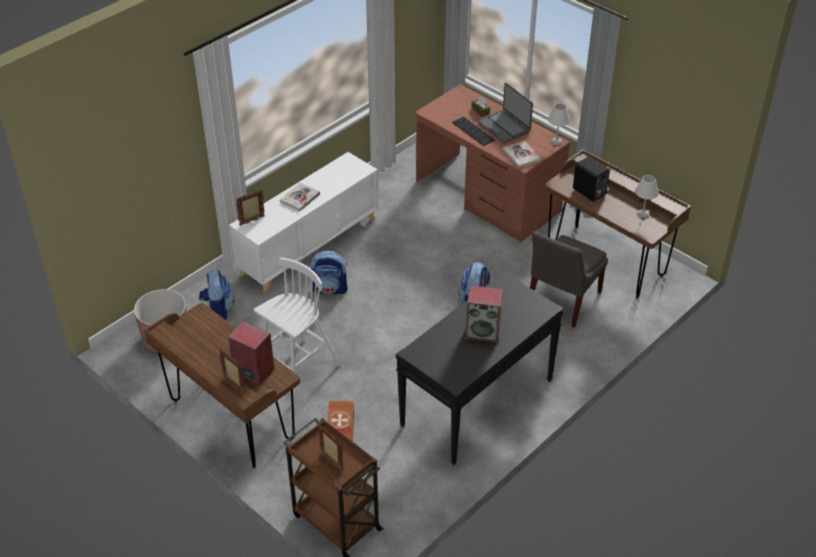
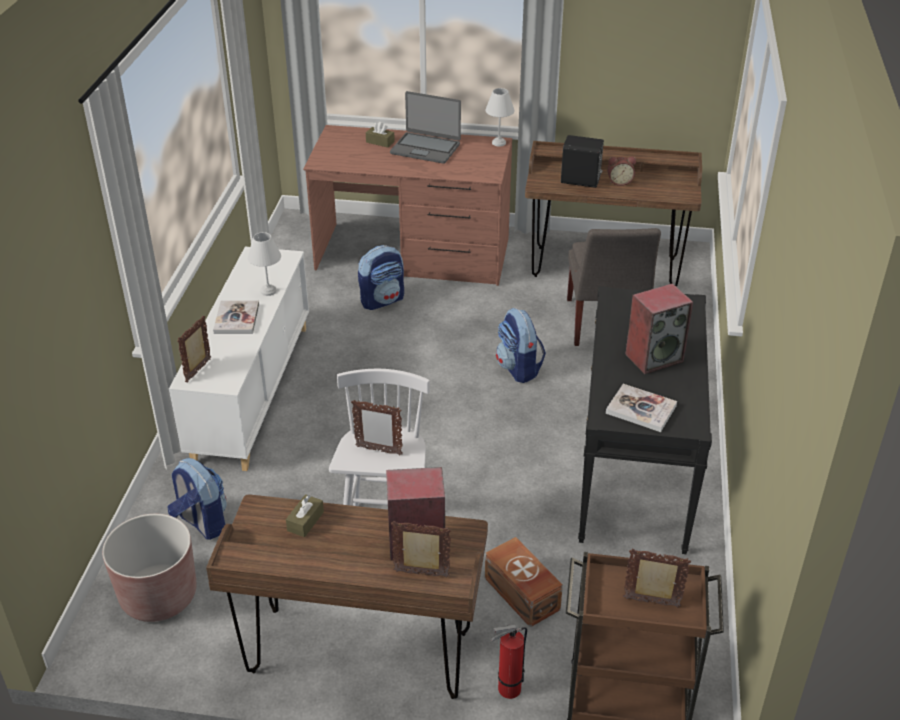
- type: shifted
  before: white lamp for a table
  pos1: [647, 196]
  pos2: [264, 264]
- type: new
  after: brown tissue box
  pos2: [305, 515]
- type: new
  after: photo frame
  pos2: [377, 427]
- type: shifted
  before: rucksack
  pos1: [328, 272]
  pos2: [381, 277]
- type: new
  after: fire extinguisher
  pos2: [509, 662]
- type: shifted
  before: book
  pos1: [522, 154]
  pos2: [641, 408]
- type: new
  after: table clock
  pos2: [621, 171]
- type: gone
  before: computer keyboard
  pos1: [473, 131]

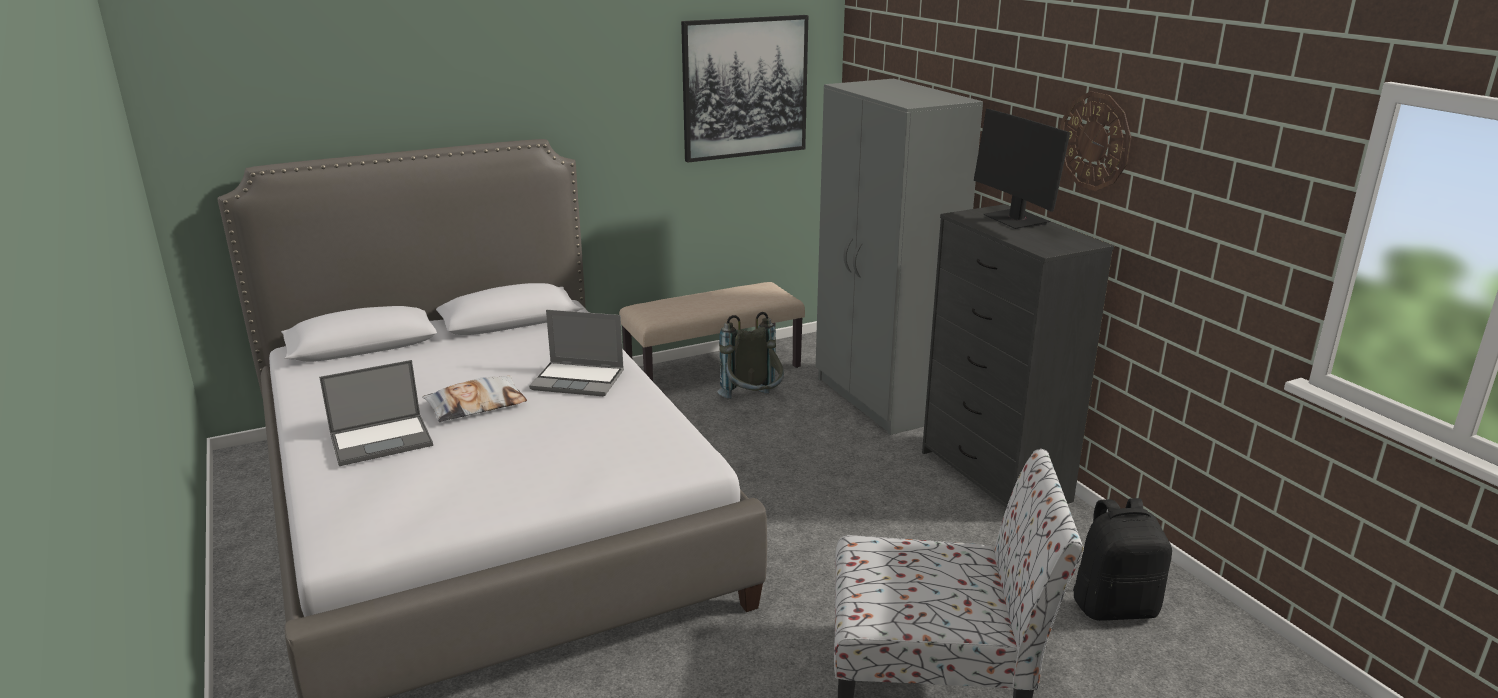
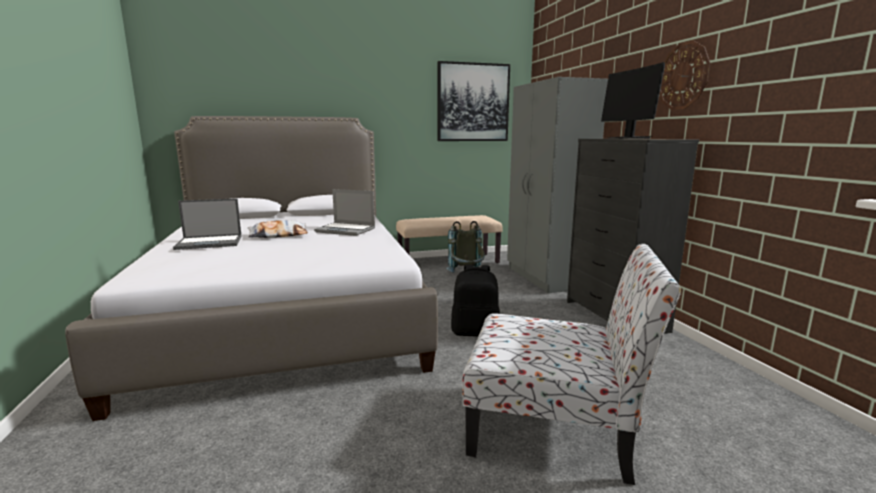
- type: shifted
  before: blackish rucksack
  pos1: [1122, 559]
  pos2: [475, 301]

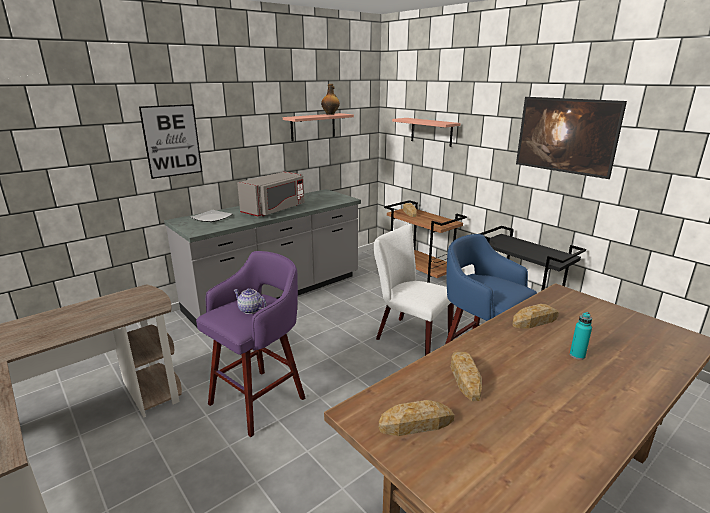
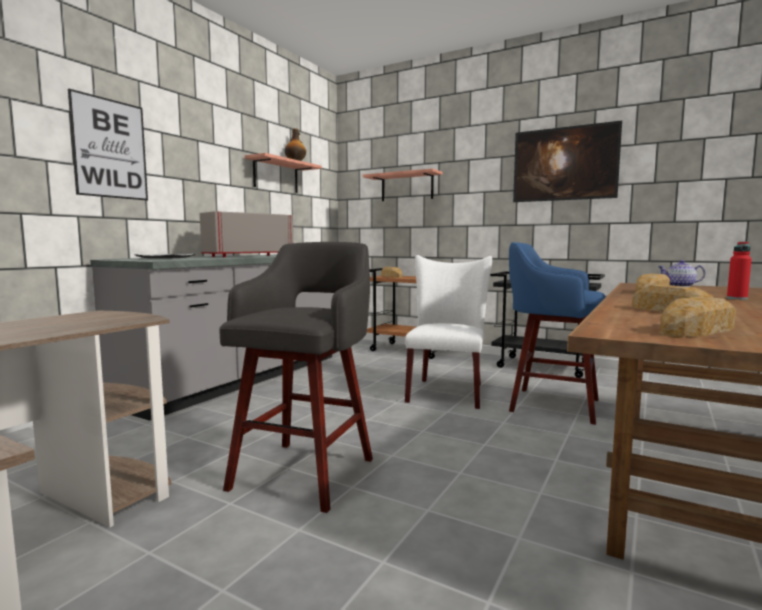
- type: rotated
  before: grey kitchen microwave
  pos1: [271, 193]
  pos2: [246, 234]
  turn: -150
- type: repainted
  before: purple-coloured stool
  after: grey stool
  pos1: [250, 344]
  pos2: [296, 377]
- type: rotated
  before: white chair
  pos1: [414, 289]
  pos2: [448, 332]
  turn: 90
- type: shifted
  before: pot for tea
  pos1: [249, 301]
  pos2: [681, 273]
- type: repainted
  before: turquoise-coloured drink bottle
  after: red-coloured drink bottle
  pos1: [581, 336]
  pos2: [739, 271]

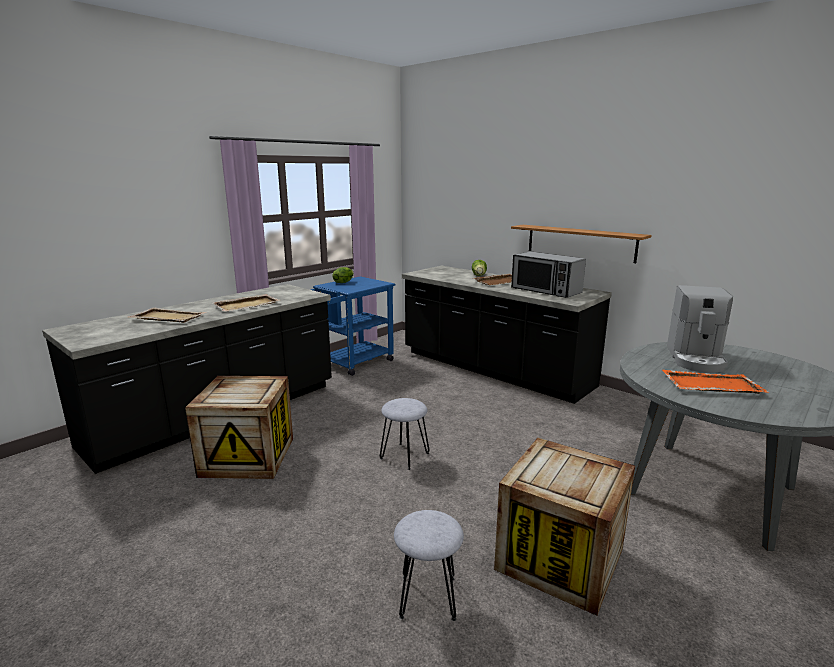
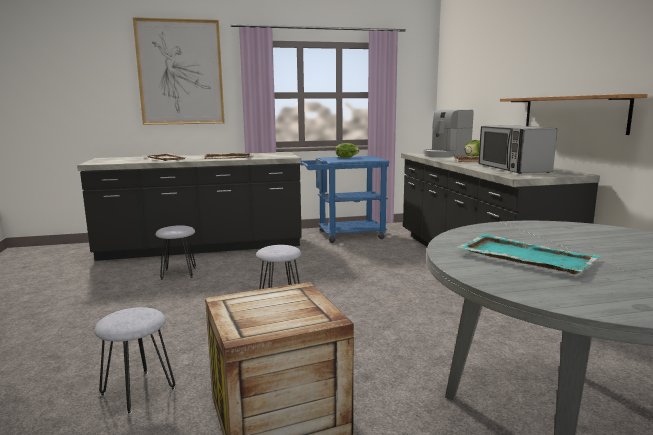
- type: new
  after: wall picture
  pos2: [179, 71]
- type: swapped
  before: crate
  after: grey stool
  pos1: [239, 427]
  pos2: [175, 252]
- type: shifted
  before: coffee brewer
  pos1: [700, 329]
  pos2: [449, 133]
- type: repainted
  before: orange-coloured tray
  after: turquoise-coloured tray
  pos1: [715, 382]
  pos2: [528, 254]

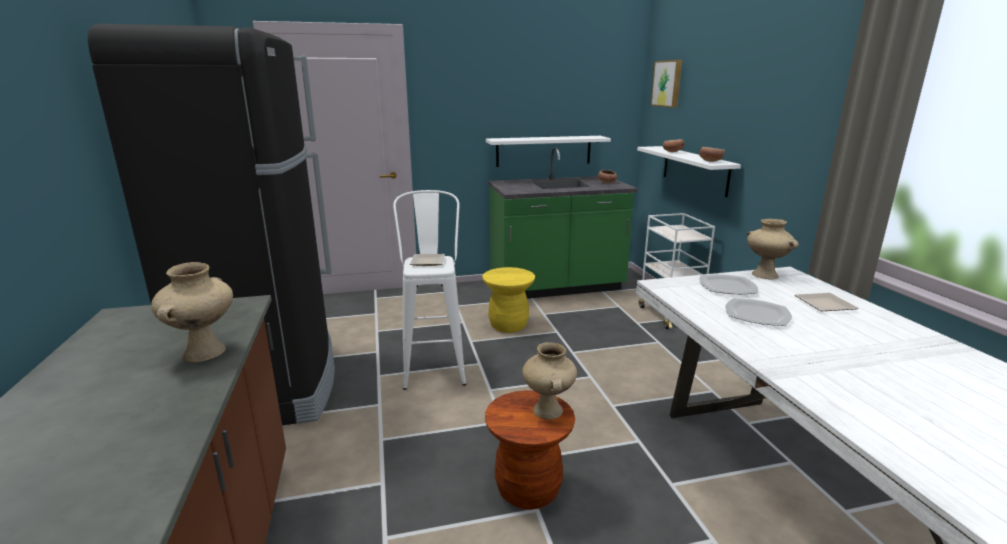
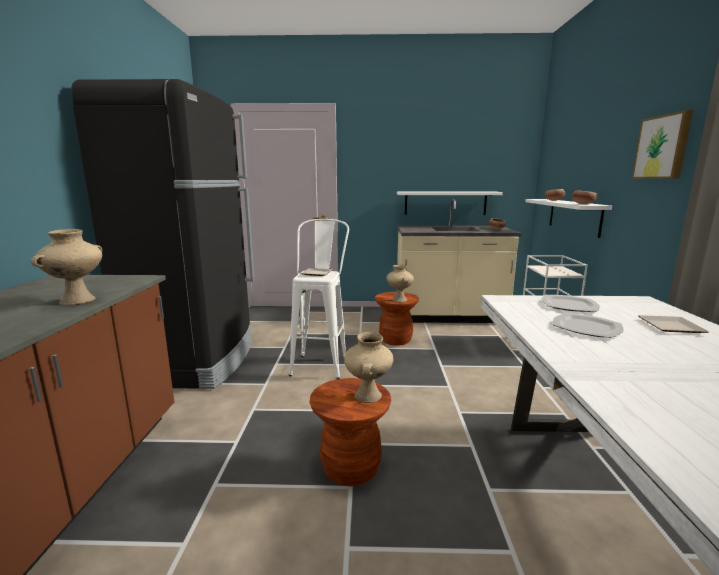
- type: repainted
  before: yellow stool
  after: brown stool
  pos1: [508, 300]
  pos2: [397, 319]
- type: shifted
  before: beige decorative vase
  pos1: [773, 249]
  pos2: [400, 283]
- type: repainted
  before: greenish counter
  after: beige counter
  pos1: [563, 223]
  pos2: [459, 261]
- type: shifted
  before: wall picture
  pos1: [666, 84]
  pos2: [662, 144]

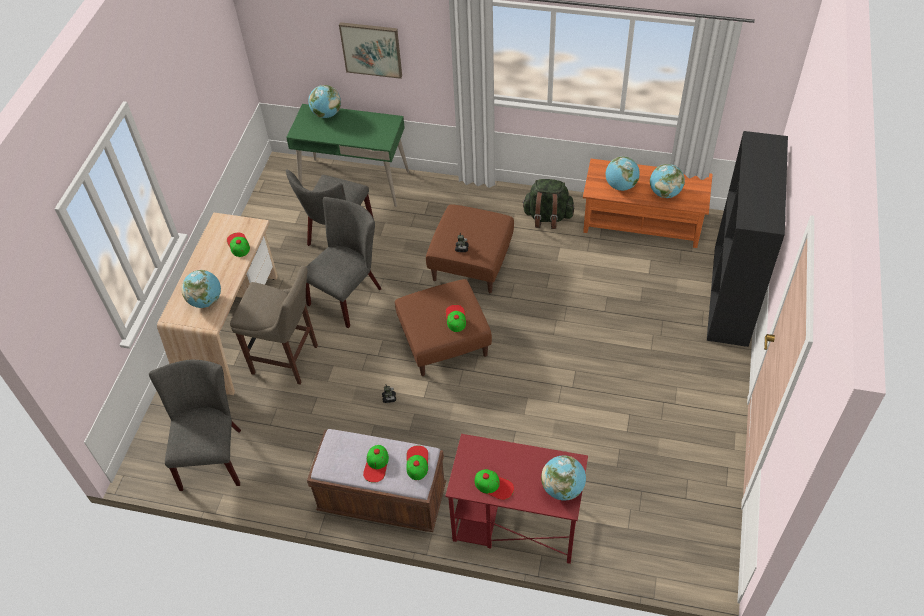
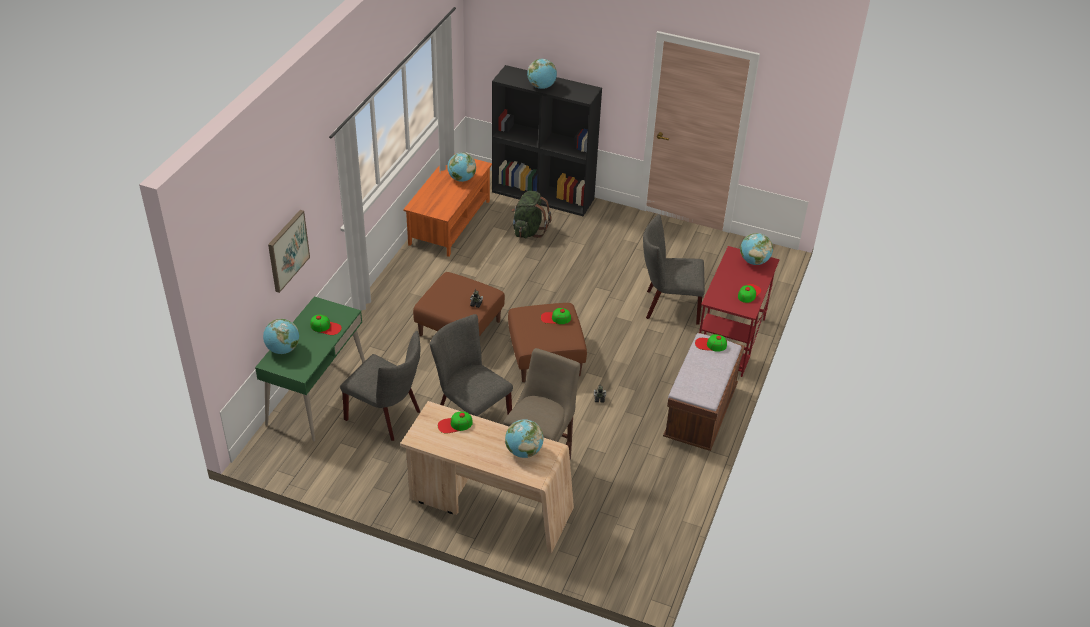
- type: shifted
  before: peaked cap
  pos1: [376, 464]
  pos2: [326, 325]
- type: shifted
  before: greenish rucksack
  pos1: [548, 204]
  pos2: [531, 214]
- type: shifted
  before: world globe
  pos1: [623, 173]
  pos2: [542, 74]
- type: shifted
  before: grey chair
  pos1: [195, 425]
  pos2: [674, 269]

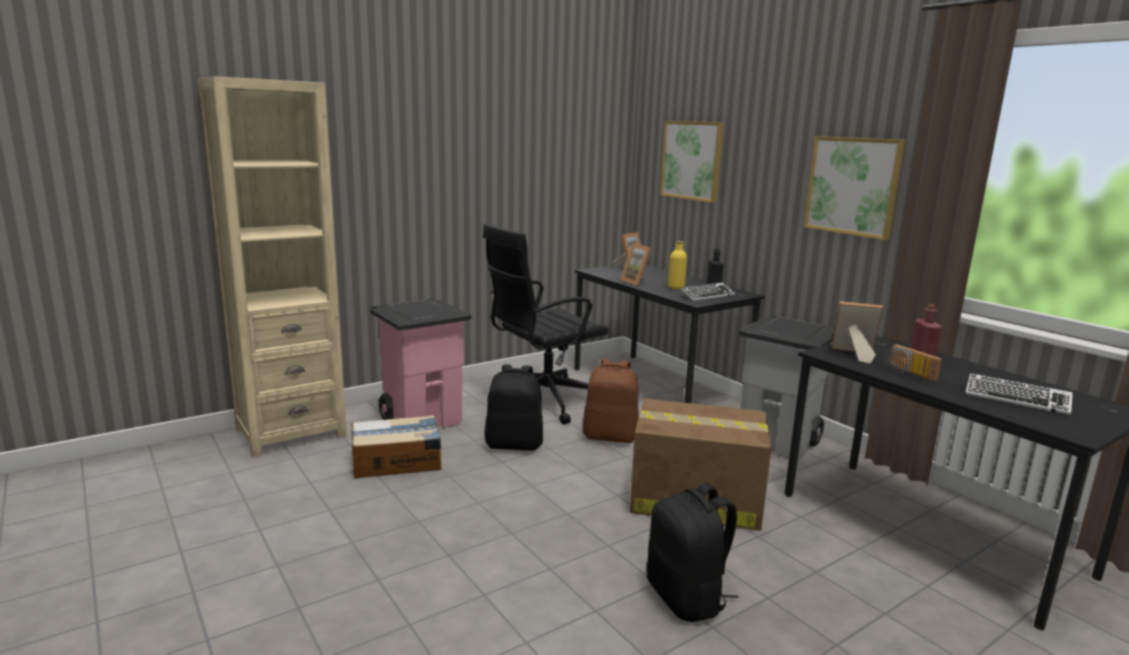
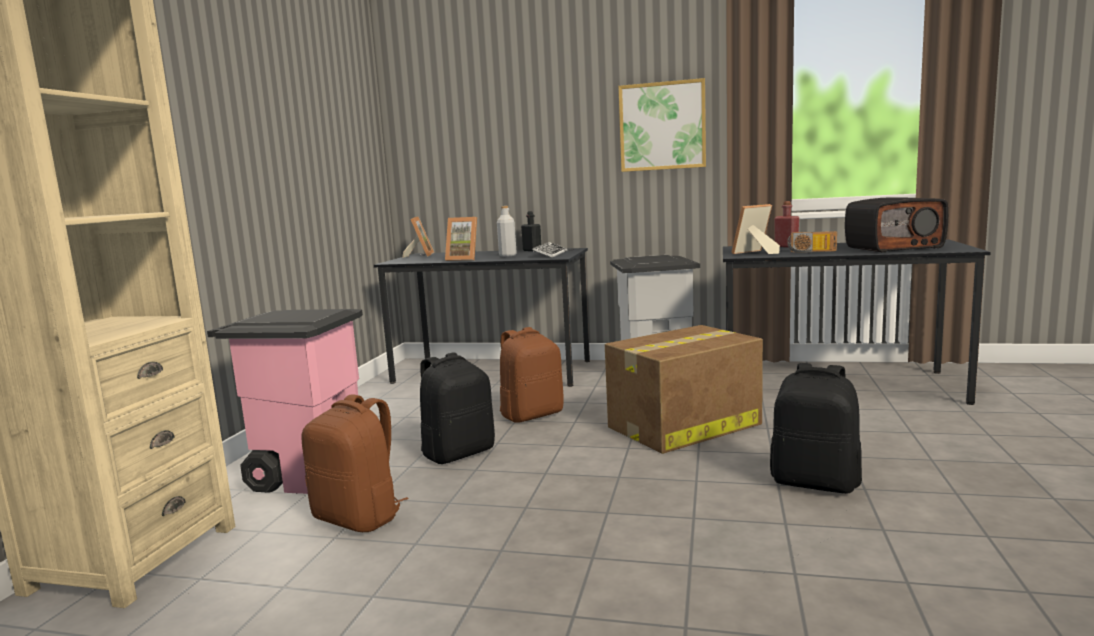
- type: swapped
  before: packing box
  after: brown rucksack
  pos1: [396, 446]
  pos2: [355, 463]
- type: repainted
  before: yellow drink bottle
  after: grey drink bottle
  pos1: [677, 265]
  pos2: [507, 231]
- type: swapped
  before: computer keyboard
  after: radio
  pos1: [1019, 394]
  pos2: [896, 224]
- type: gone
  before: blackish desk chair
  pos1: [546, 323]
- type: gone
  before: wall picture
  pos1: [692, 162]

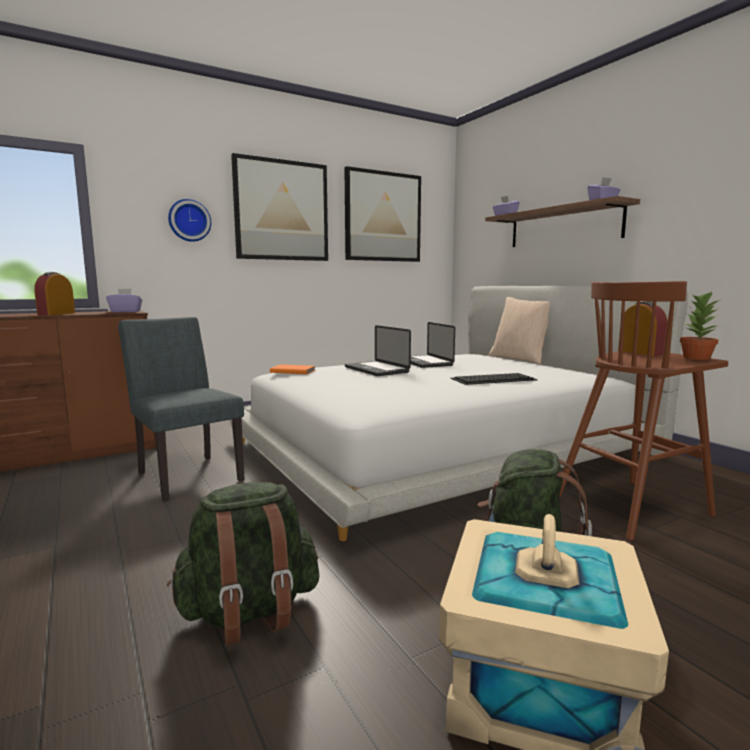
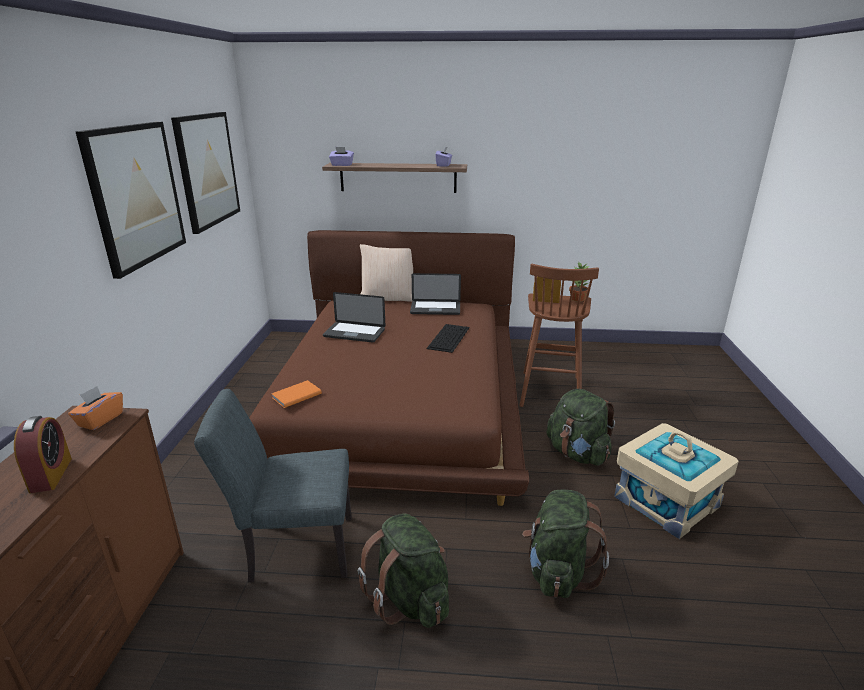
- type: rotated
  before: table clock
  pos1: [54, 293]
  pos2: [43, 454]
  turn: -150
- type: repainted
  before: purple-coloured tissue box
  after: orange-coloured tissue box
  pos1: [124, 300]
  pos2: [95, 408]
- type: repainted
  before: white sleeping bed
  after: brown sleeping bed
  pos1: [458, 413]
  pos2: [389, 368]
- type: new
  after: greenish rucksack
  pos2: [403, 571]
- type: shifted
  before: notebook computer
  pos1: [378, 350]
  pos2: [435, 294]
- type: gone
  before: clock on the wall
  pos1: [189, 220]

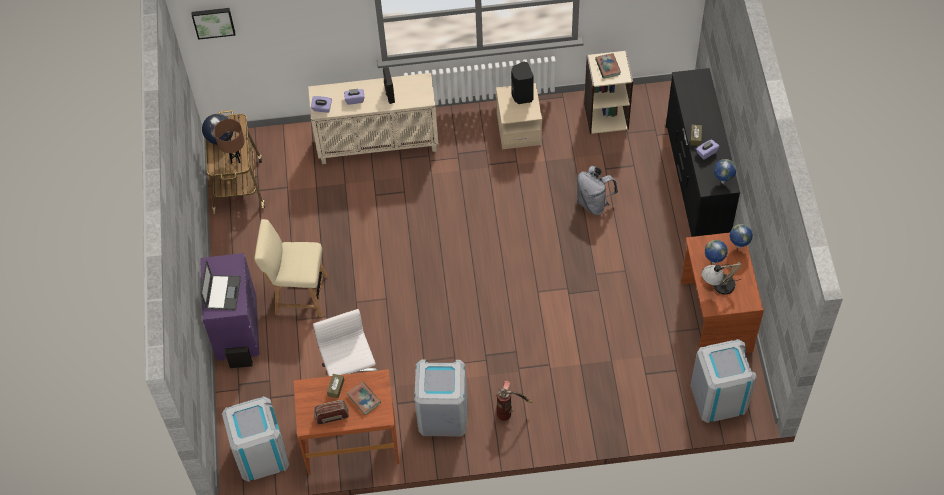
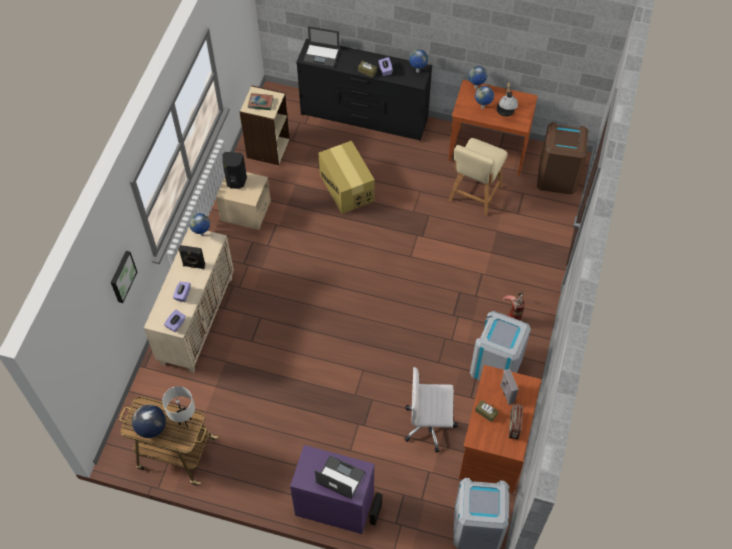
- type: shifted
  before: wall picture
  pos1: [213, 24]
  pos2: [124, 277]
- type: repainted
  before: brown lamp for a table
  after: white lamp for a table
  pos1: [229, 141]
  pos2: [178, 407]
- type: new
  after: world globe
  pos2: [199, 224]
- type: new
  after: notebook computer
  pos2: [321, 46]
- type: swapped
  before: grey rucksack
  after: packing box
  pos1: [597, 190]
  pos2: [346, 177]
- type: shifted
  before: beige chair
  pos1: [291, 268]
  pos2: [478, 177]
- type: swapped
  before: book
  after: grey loudspeaker
  pos1: [364, 398]
  pos2: [509, 387]
- type: repainted
  before: grey waste bin
  after: brown waste bin
  pos1: [723, 381]
  pos2: [562, 158]

